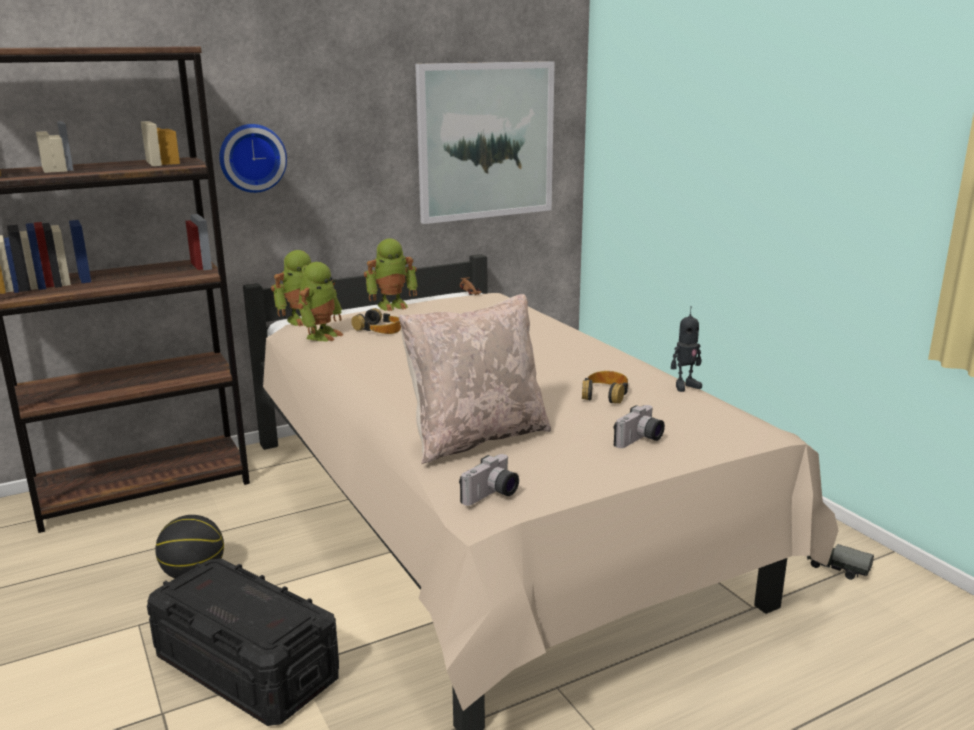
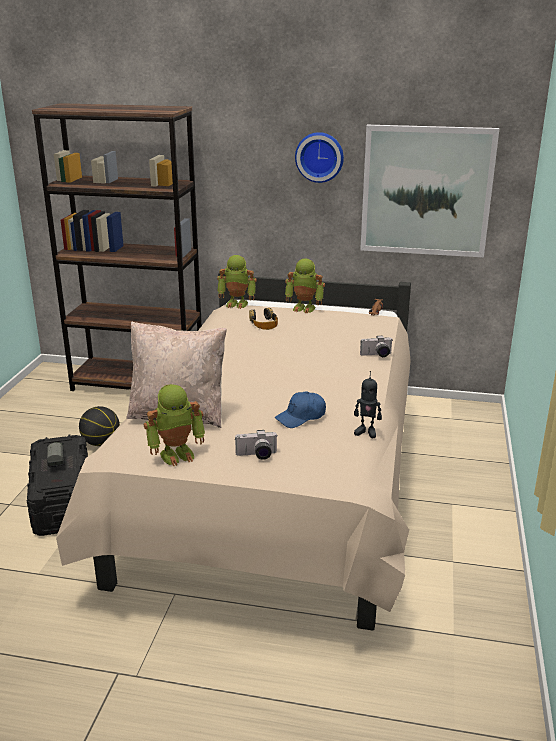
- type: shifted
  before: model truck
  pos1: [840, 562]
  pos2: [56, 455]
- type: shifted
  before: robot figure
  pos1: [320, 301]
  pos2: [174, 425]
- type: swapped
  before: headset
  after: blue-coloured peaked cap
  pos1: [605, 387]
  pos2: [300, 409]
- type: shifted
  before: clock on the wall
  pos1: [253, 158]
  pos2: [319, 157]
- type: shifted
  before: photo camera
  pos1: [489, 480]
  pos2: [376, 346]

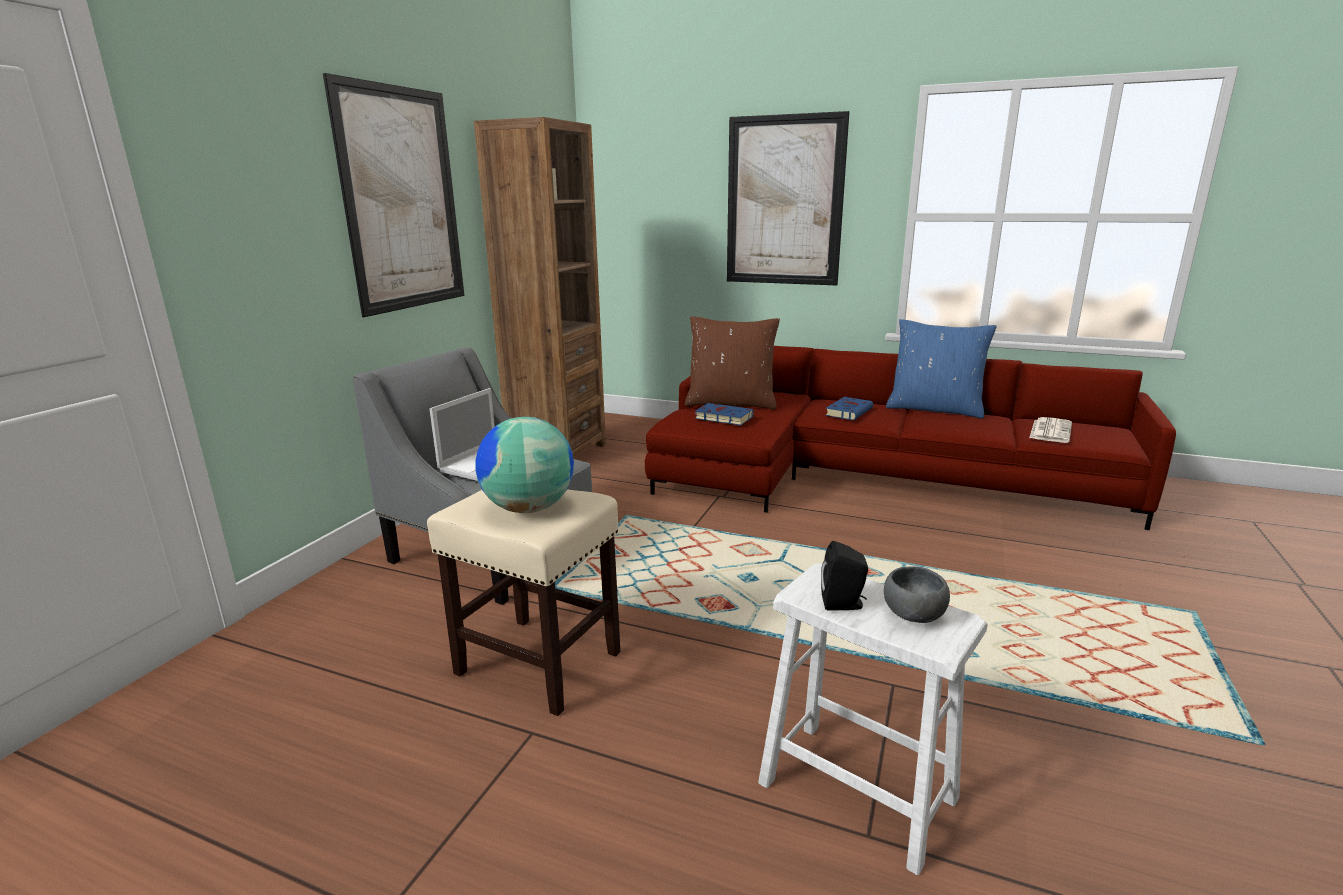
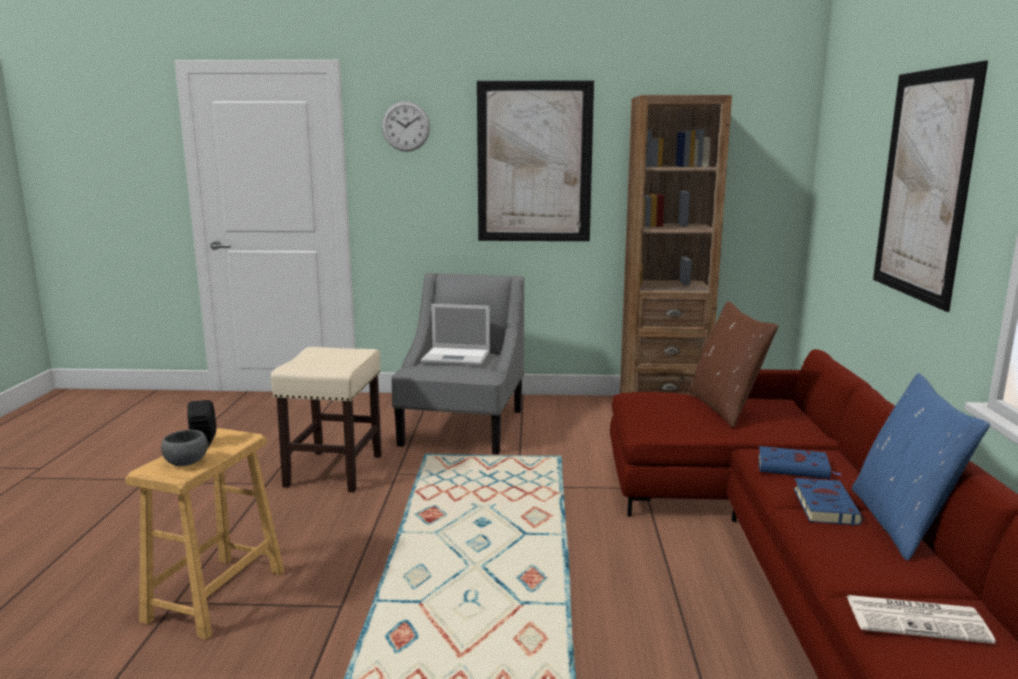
- type: repainted
  before: white stool
  after: brown stool
  pos1: [873, 719]
  pos2: [205, 534]
- type: new
  after: clock on the wall
  pos2: [406, 126]
- type: shifted
  before: blue-coloured book
  pos1: [724, 414]
  pos2: [828, 501]
- type: gone
  before: world globe
  pos1: [524, 465]

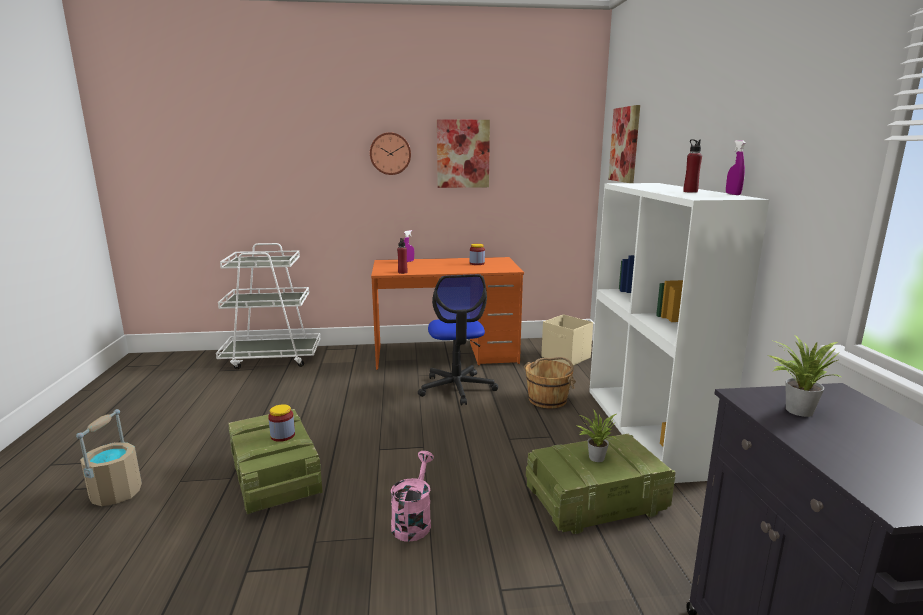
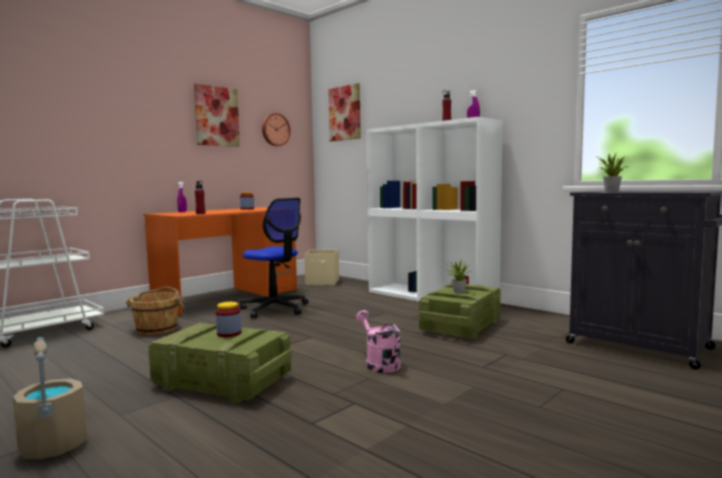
- type: shifted
  before: brown pail
  pos1: [550, 382]
  pos2: [155, 311]
- type: shifted
  before: clock on the wall
  pos1: [390, 153]
  pos2: [276, 129]

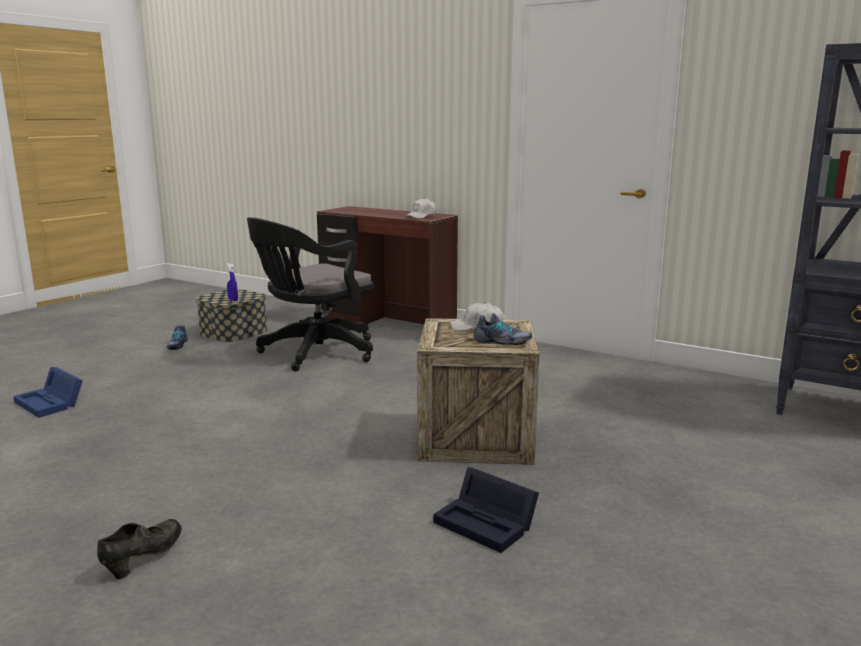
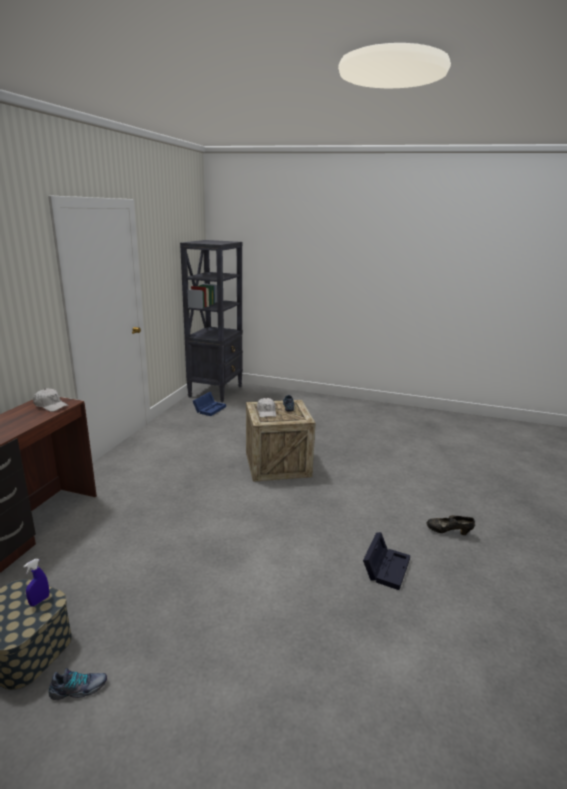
- type: shifted
  before: blue-coloured storage box
  pos1: [48, 392]
  pos2: [209, 404]
- type: shifted
  before: blackish storage box
  pos1: [486, 510]
  pos2: [386, 561]
- type: gone
  before: blackish desk chair
  pos1: [310, 294]

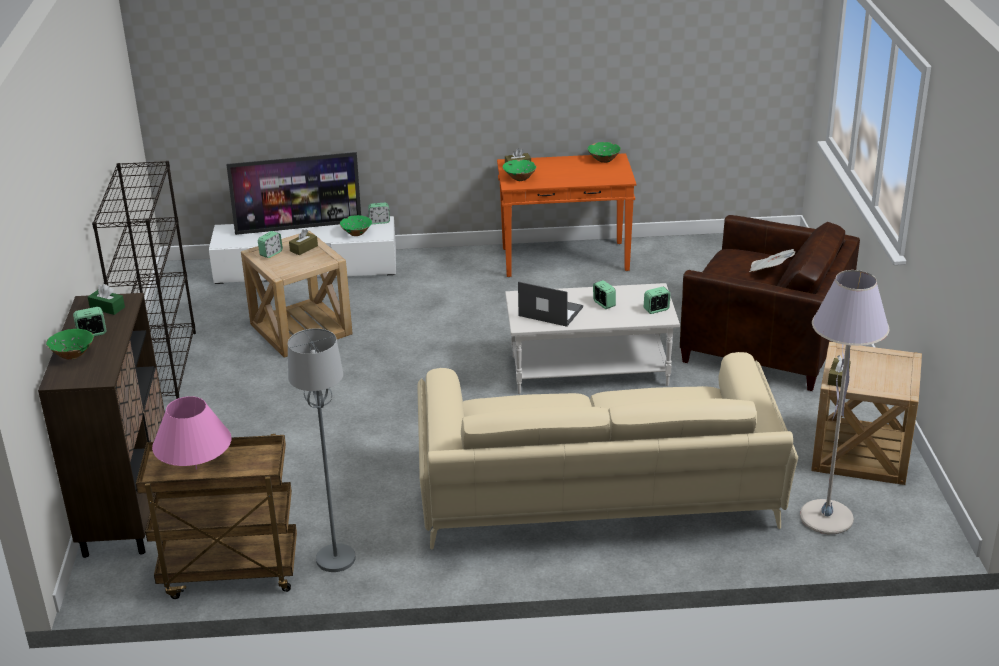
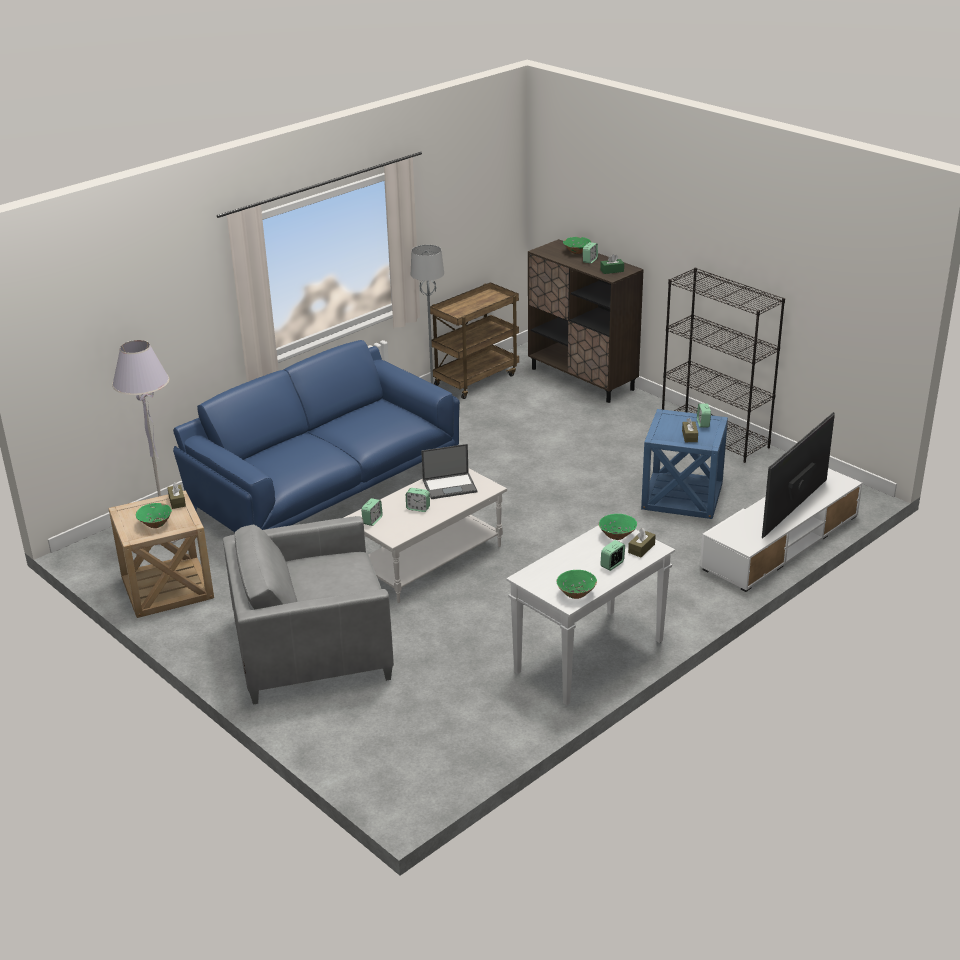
- type: shifted
  before: greenish serving bowl
  pos1: [356, 225]
  pos2: [154, 515]
- type: repainted
  before: beige couch
  after: blue-coloured couch
  pos1: [607, 450]
  pos2: [316, 436]
- type: repainted
  before: brown easy chair
  after: grey easy chair
  pos1: [770, 303]
  pos2: [308, 610]
- type: repainted
  before: orange-coloured hall table
  after: white hall table
  pos1: [566, 215]
  pos2: [590, 615]
- type: shifted
  before: table clock
  pos1: [379, 213]
  pos2: [612, 555]
- type: repainted
  before: beige end table
  after: blue-coloured end table
  pos1: [297, 294]
  pos2: [684, 464]
- type: gone
  before: pink-coloured lamp for a table
  pos1: [192, 433]
- type: gone
  before: daily paper
  pos1: [772, 260]

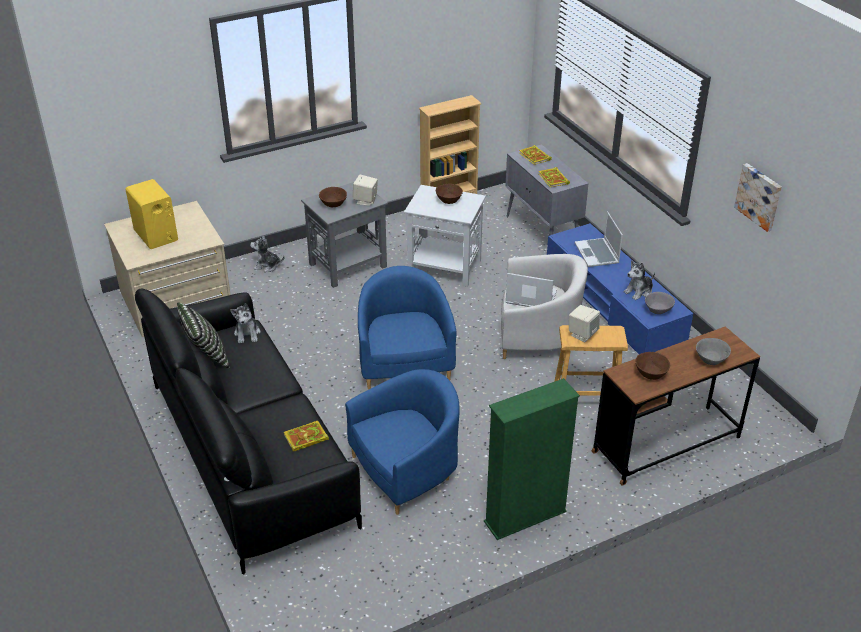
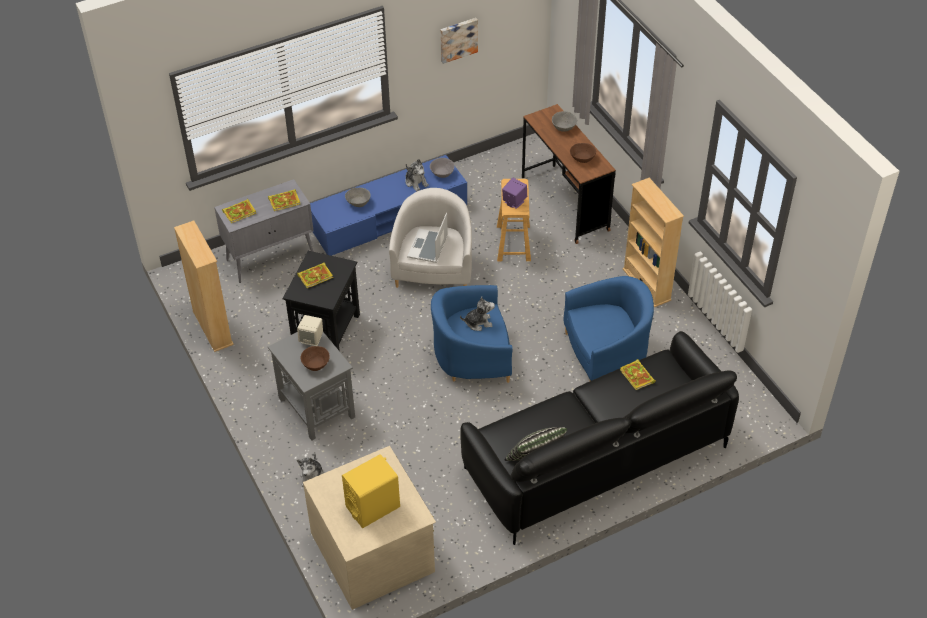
- type: repainted
  before: white end table
  after: blackish end table
  pos1: [445, 236]
  pos2: [321, 301]
- type: swapped
  before: brown serving bowl
  after: book
  pos1: [449, 194]
  pos2: [315, 275]
- type: swapped
  before: notebook computer
  after: grey serving bowl
  pos1: [599, 239]
  pos2: [358, 197]
- type: shifted
  before: cuddly toy
  pos1: [245, 323]
  pos2: [477, 314]
- type: repainted
  before: beige loudspeaker
  after: purple-coloured loudspeaker
  pos1: [584, 324]
  pos2: [514, 193]
- type: rotated
  before: blue-coloured easy chair
  pos1: [402, 442]
  pos2: [608, 328]
  turn: 105
- type: repainted
  before: greenish bookshelf
  after: beige bookshelf
  pos1: [532, 459]
  pos2: [653, 242]

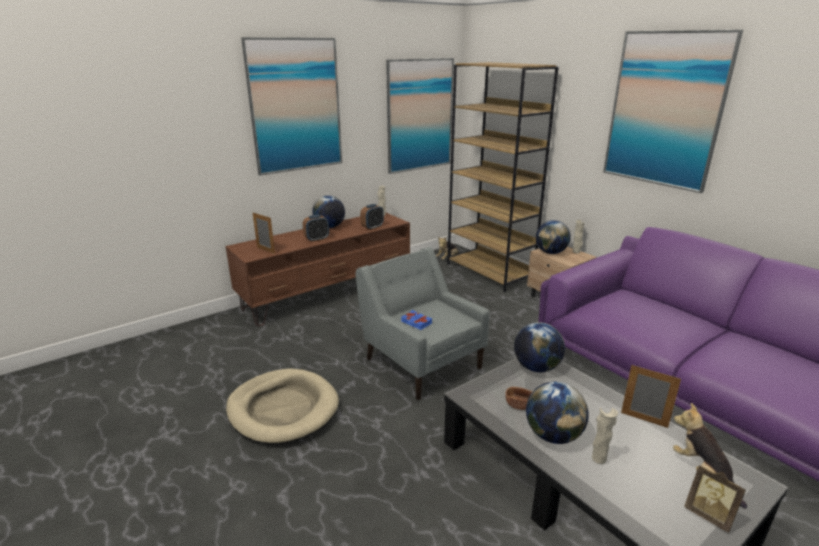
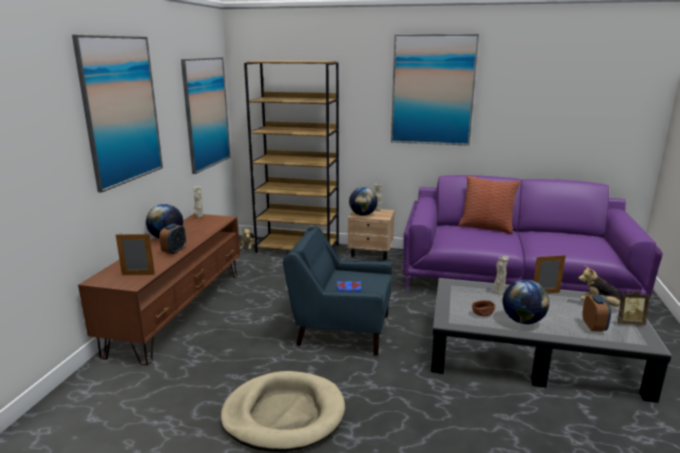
- type: repainted
  before: grey easy chair
  after: blue-coloured easy chair
  pos1: [422, 323]
  pos2: [337, 290]
- type: new
  after: pillow
  pos2: [489, 205]
- type: shifted
  before: beige decorative vase
  pos1: [605, 436]
  pos2: [501, 275]
- type: shifted
  before: table clock
  pos1: [372, 217]
  pos2: [596, 313]
- type: gone
  before: world globe
  pos1: [539, 347]

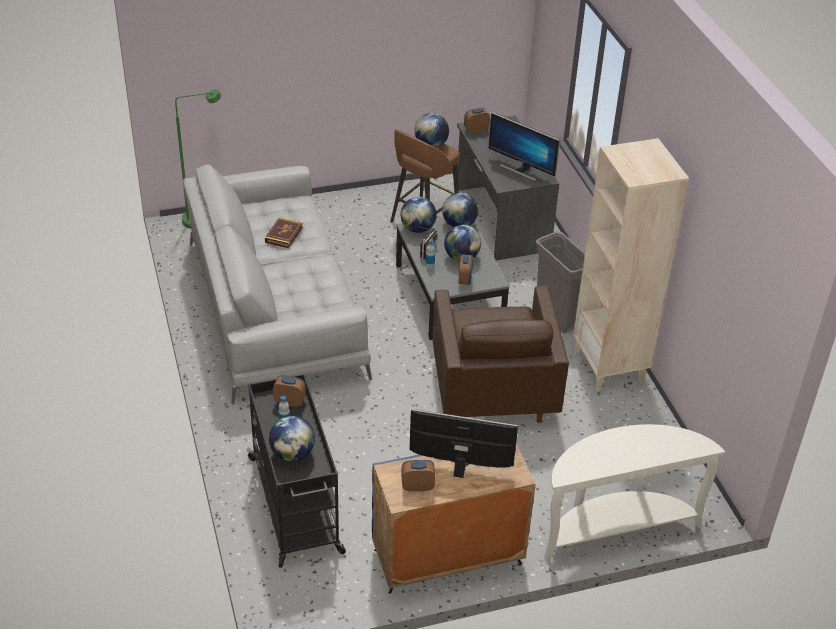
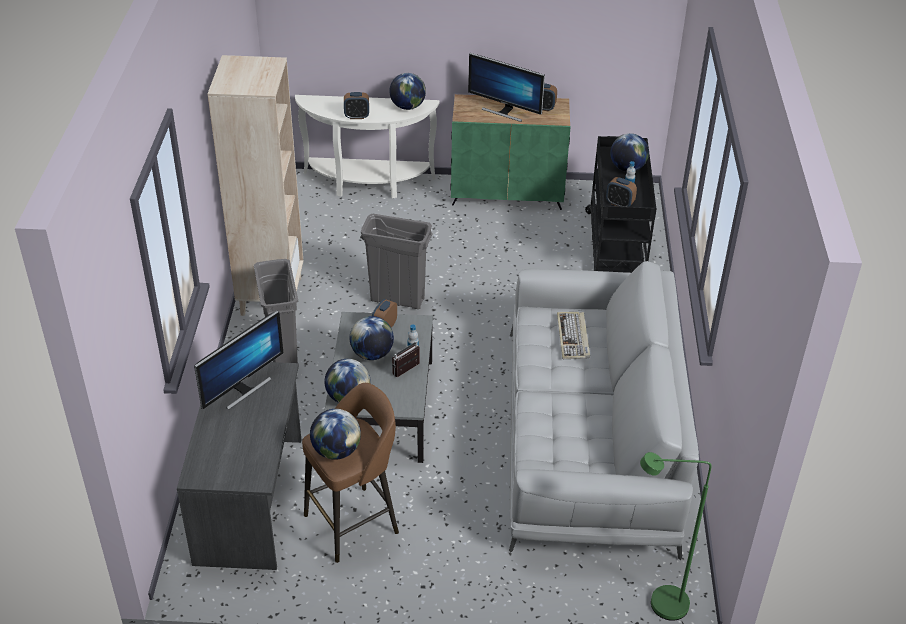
- type: rotated
  before: computer screen
  pos1: [524, 146]
  pos2: [238, 360]
  turn: 75
- type: shifted
  before: table clock
  pos1: [477, 121]
  pos2: [356, 105]
- type: swapped
  before: brown easy chair
  after: grey waste bin
  pos1: [500, 354]
  pos2: [396, 261]
- type: shifted
  before: world globe
  pos1: [419, 215]
  pos2: [407, 91]
- type: repainted
  before: blue-coloured cabinet
  after: greenish cabinet
  pos1: [453, 519]
  pos2: [510, 152]
- type: new
  after: computer keyboard
  pos2: [573, 335]
- type: gone
  before: book
  pos1: [284, 232]

